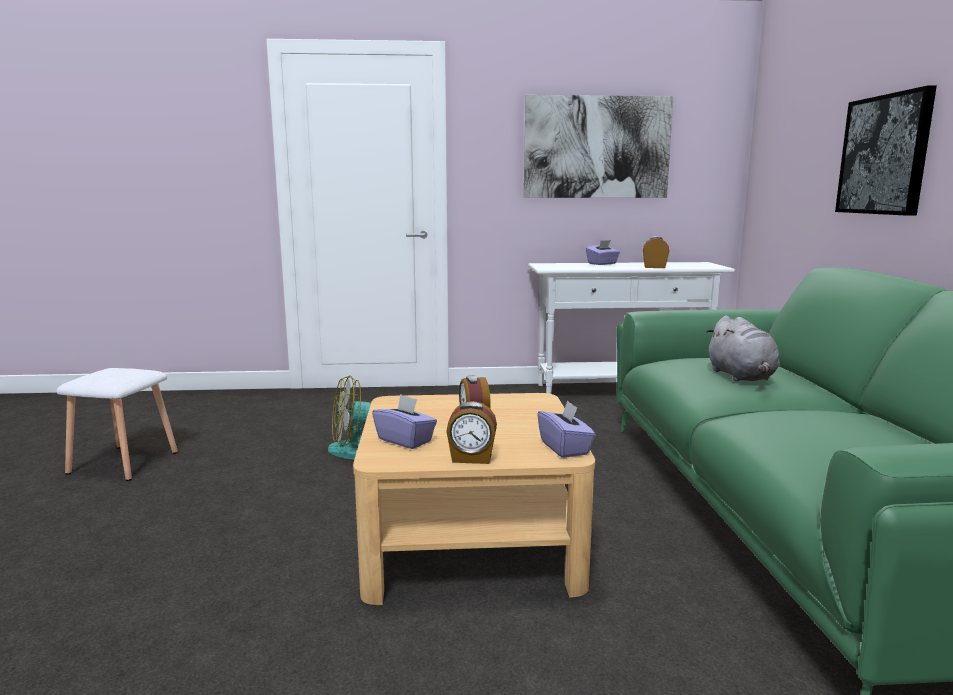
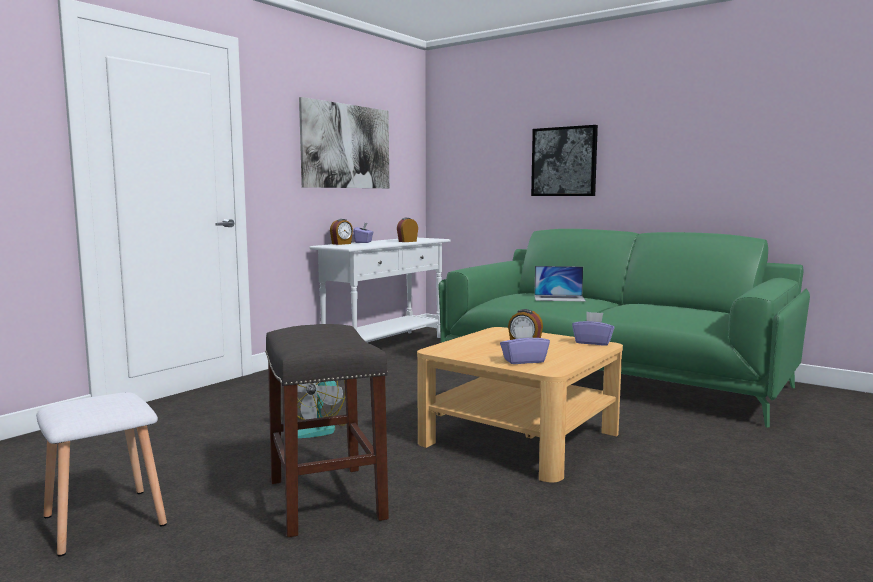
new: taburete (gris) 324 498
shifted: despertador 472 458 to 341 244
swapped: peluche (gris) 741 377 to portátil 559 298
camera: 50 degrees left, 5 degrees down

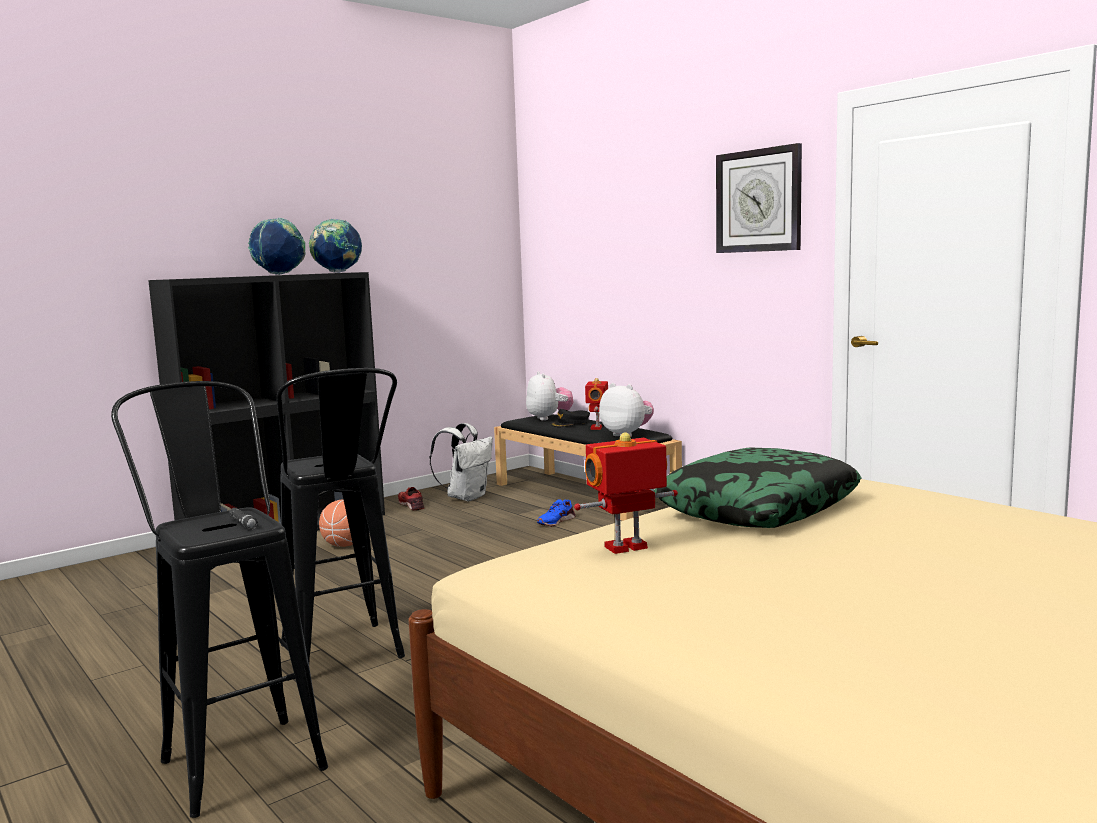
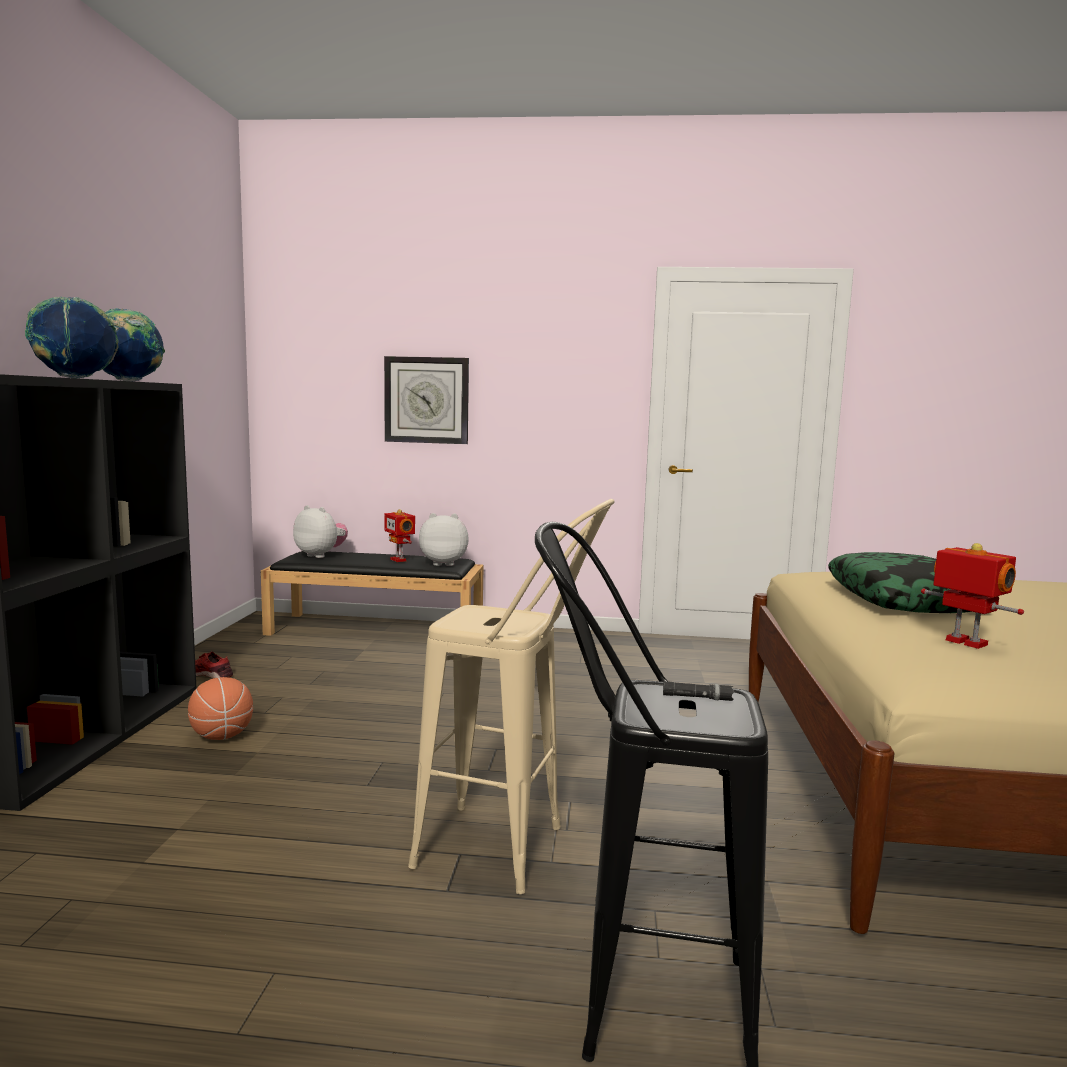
gone: mochila (blanco) 466 497; zapato (azul) 556 521; gorra (negro) 570 423
shifted: reloj de pared 758 201 to 426 400
repainted: taburete (negro) 347 659 to taburete (beis) 512 852
rotated: robot de juguete 627 548 = 965 643 120 degrees clockwise
camera: 45 degrees left, 0 degrees up

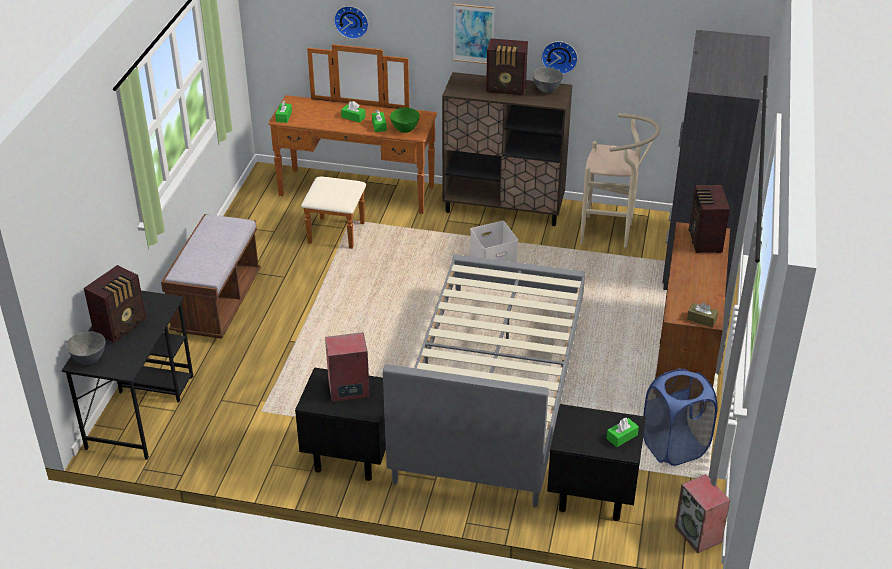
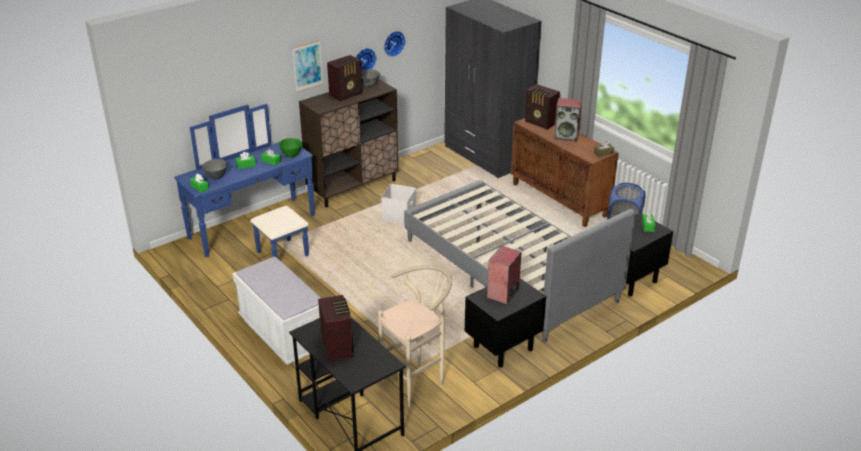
shifted: cuenco (gris) 89 360 to 216 177; reloj de pared 351 21 to 393 43; taburete (beis) 612 233 to 418 381; altavoz 699 534 to 566 136
repainted: banco (marrón) 217 304 to banco (blanco) 282 334; cómoda (marrón) 353 200 to cómoda (azul) 259 232
camera: 50 degrees left, 5 degrees down

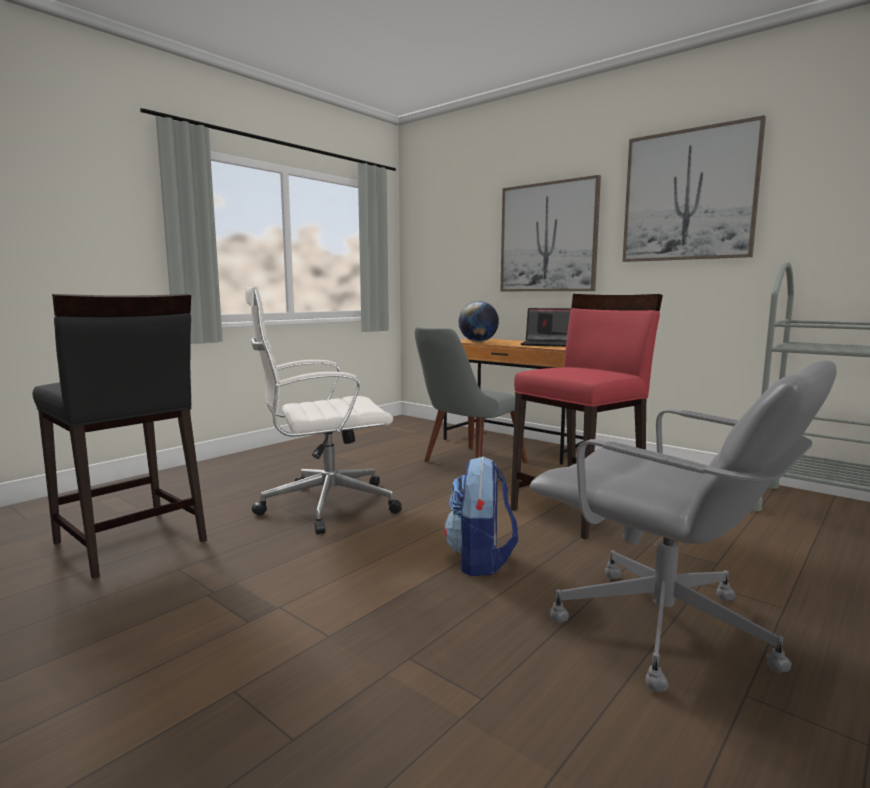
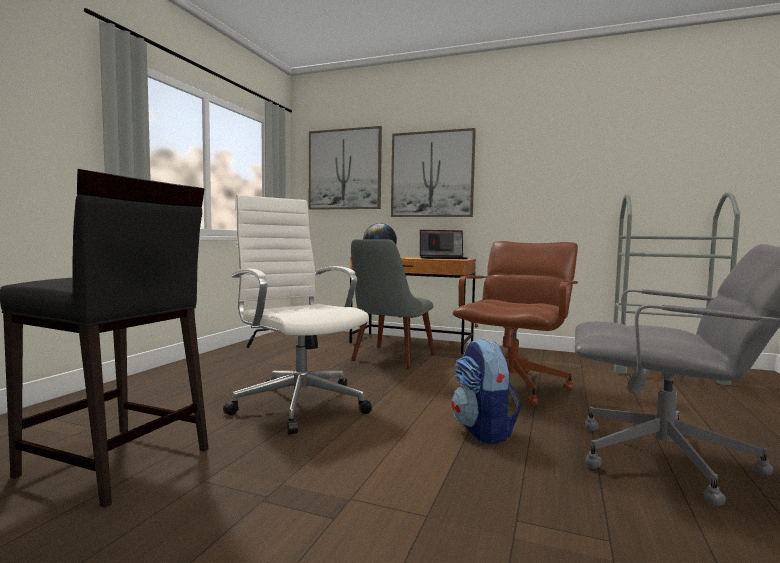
shifted: cuadro 689 195 to 344 169
swapped: taburete (rojo) 579 511 to silla de oficina (marrón) 513 386
rotated: silla de oficina (blanco) 324 505 = 299 403 90 degrees clockwise
camera: 20 degrees left, 5 degrees down

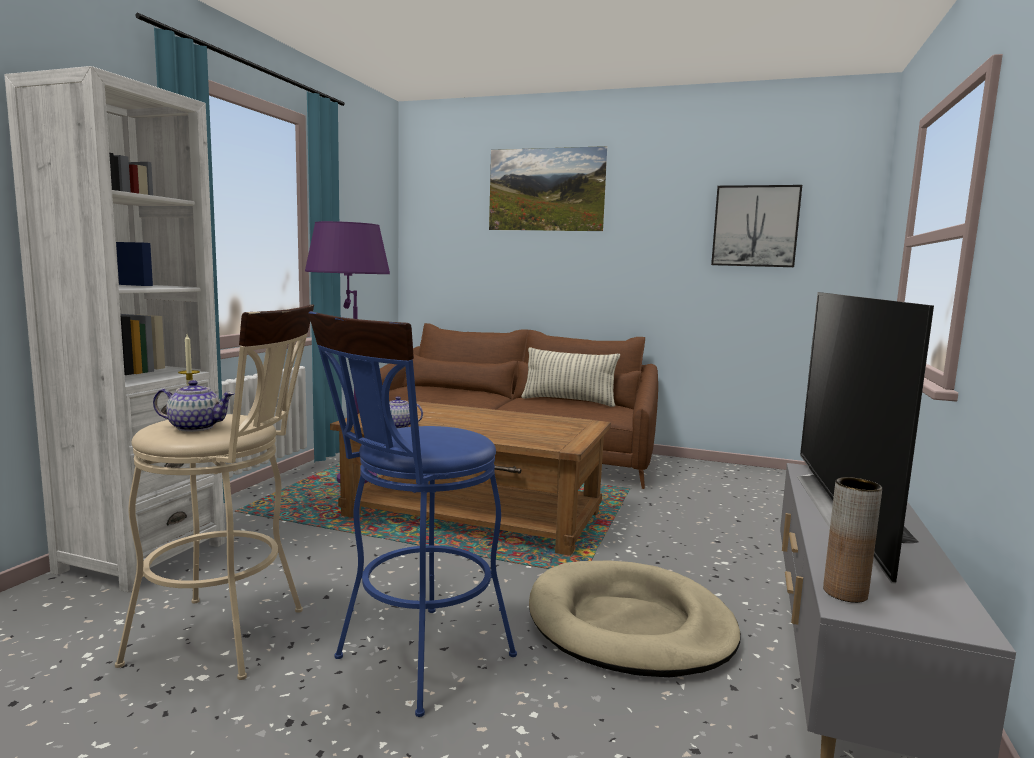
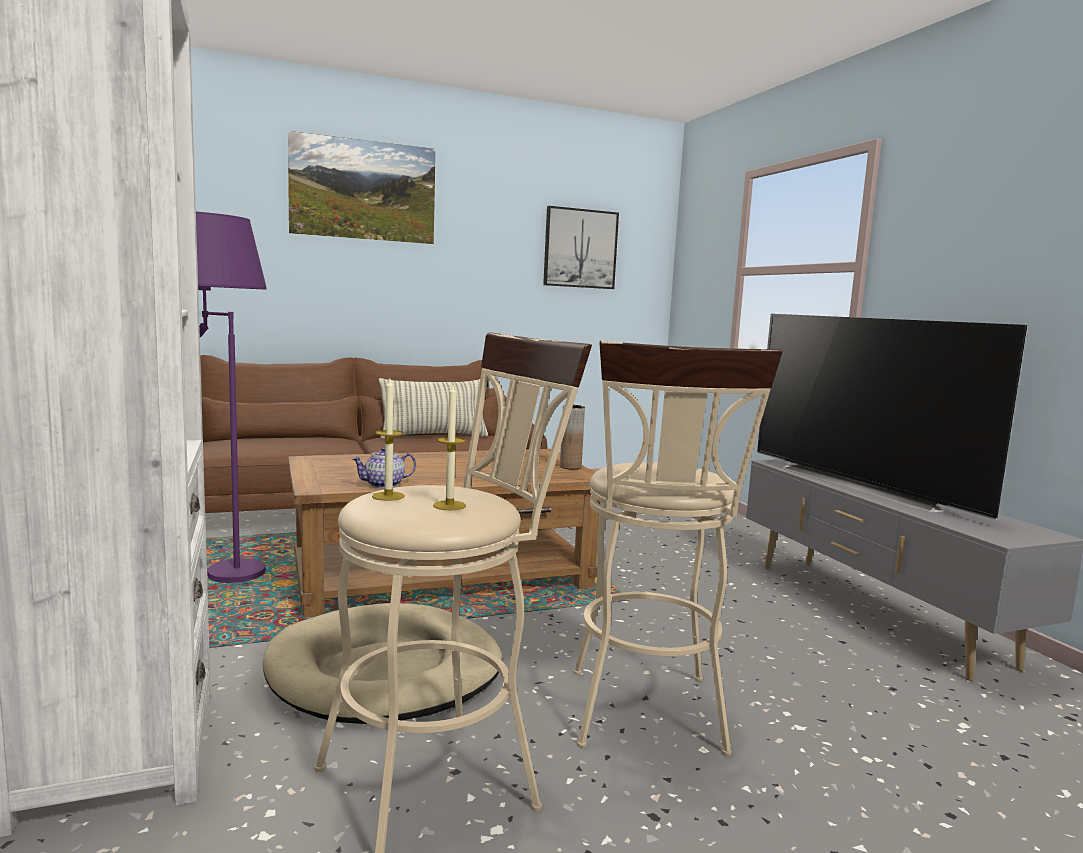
shifted: cama para perro (beis) 629 625 to 385 671; florero (marrón) 845 593 to 570 467
swapped: tetera 195 427 to vela 449 505
repainted: taburete (azul) 414 662 to taburete (beis) 647 719
camera: 40 degrees left, 0 degrees up

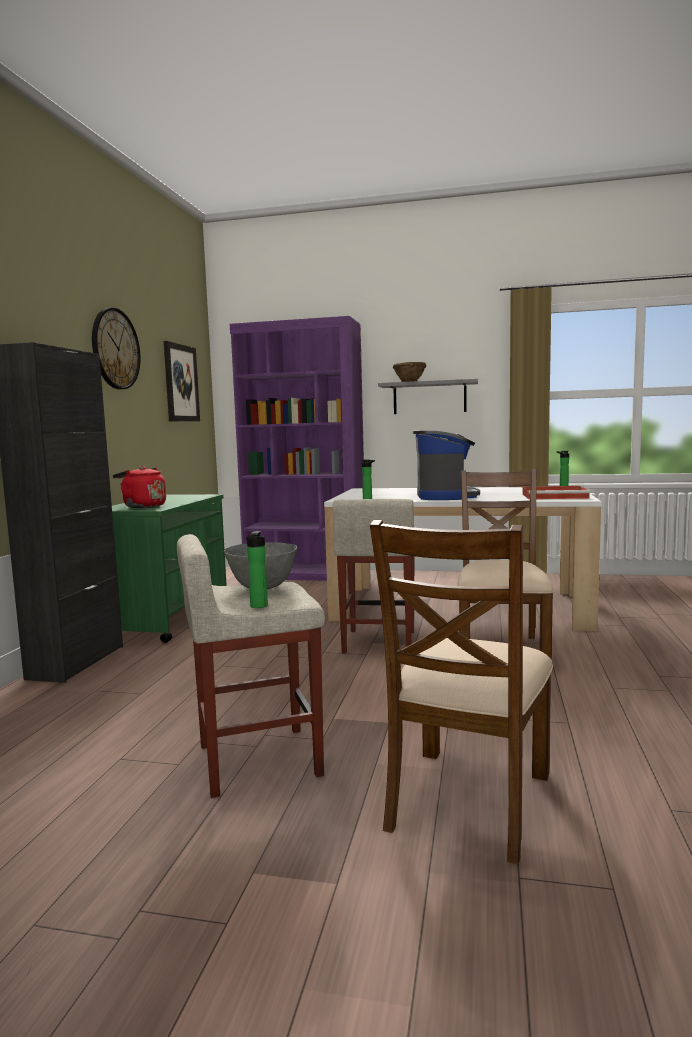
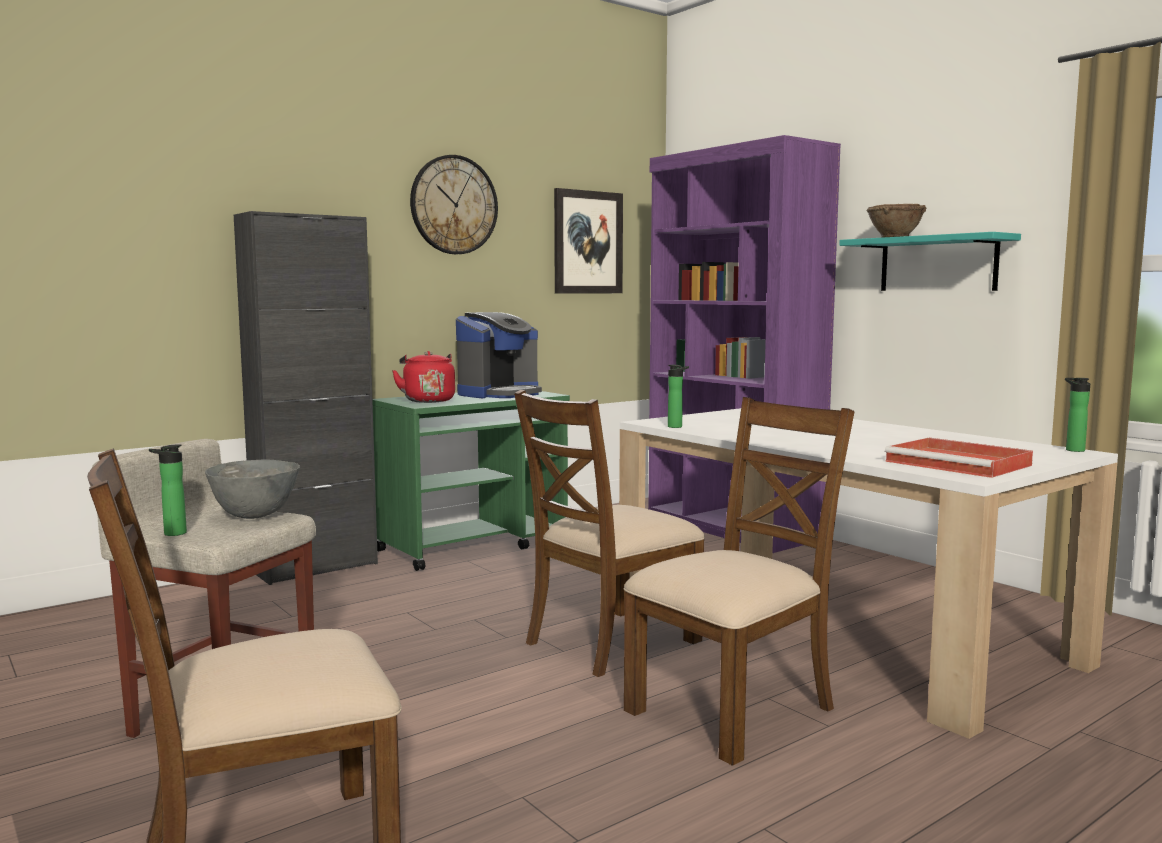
shifted: cafetera 445 496 to 500 394
swapped: taburete (beis) 379 642 to silla (marrón) 610 641
repainted: estante (gris) 429 397 to estante (turquesa) 938 264
camera: 40 degrees right, 0 degrees up

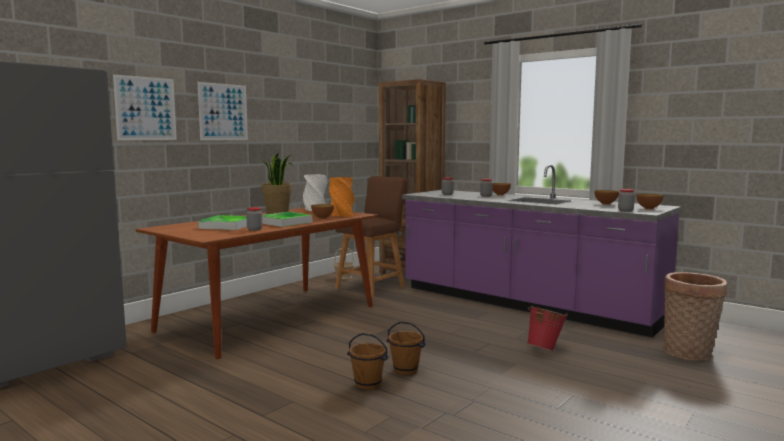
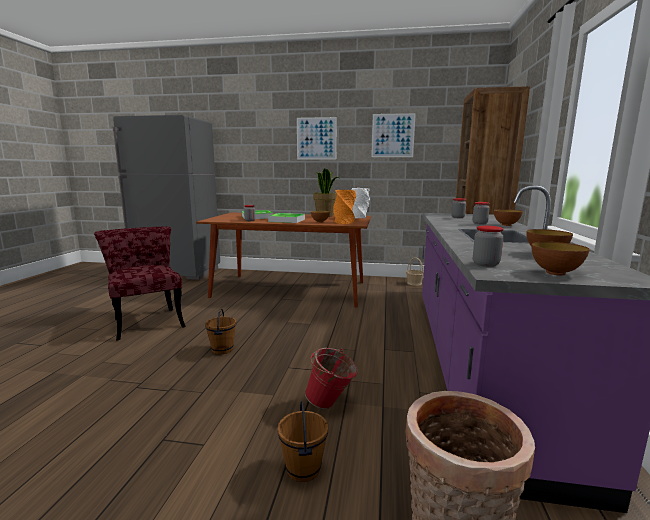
gone: taburete (marrón) 372 287
new: silla (rojo) 147 320
shifted: cuadro 146 108 to 393 135; cubo (marrón) 367 385 to 302 469
camera: 60 degrees right, 5 degrees up

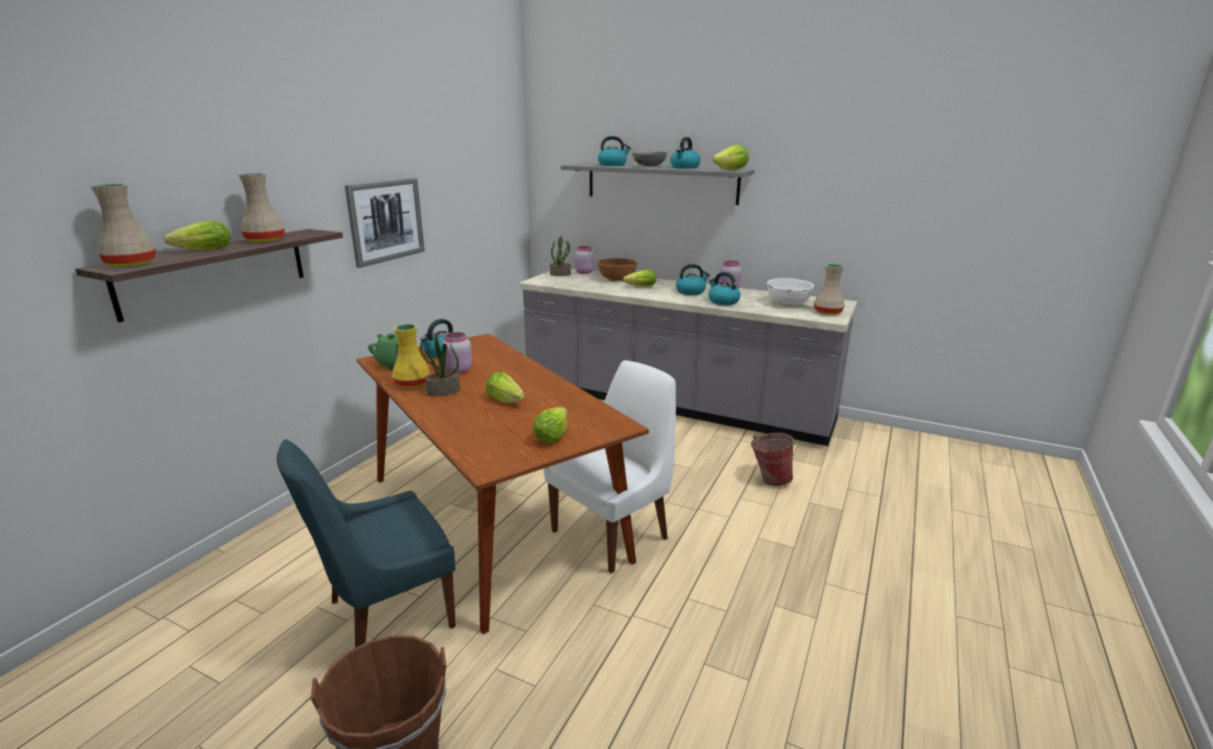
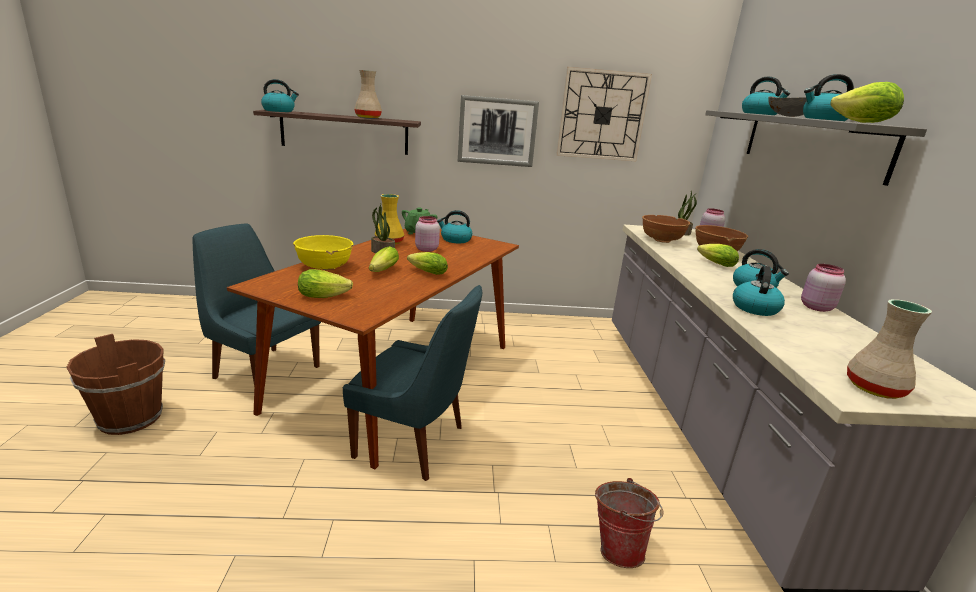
gone: cuenco (blanco) 788 304
new: cuenco (amarillo) 325 267; reloj de pared 602 115; cuenco (marrón) 661 240
shifted: lechuga 200 251 to 426 272
swapped: florero (beis) 129 264 to hervidor 279 111
repainted: silla (blanco) 613 533 to silla (azul) 414 443
camera: 60 degrees right, 0 degrees up

